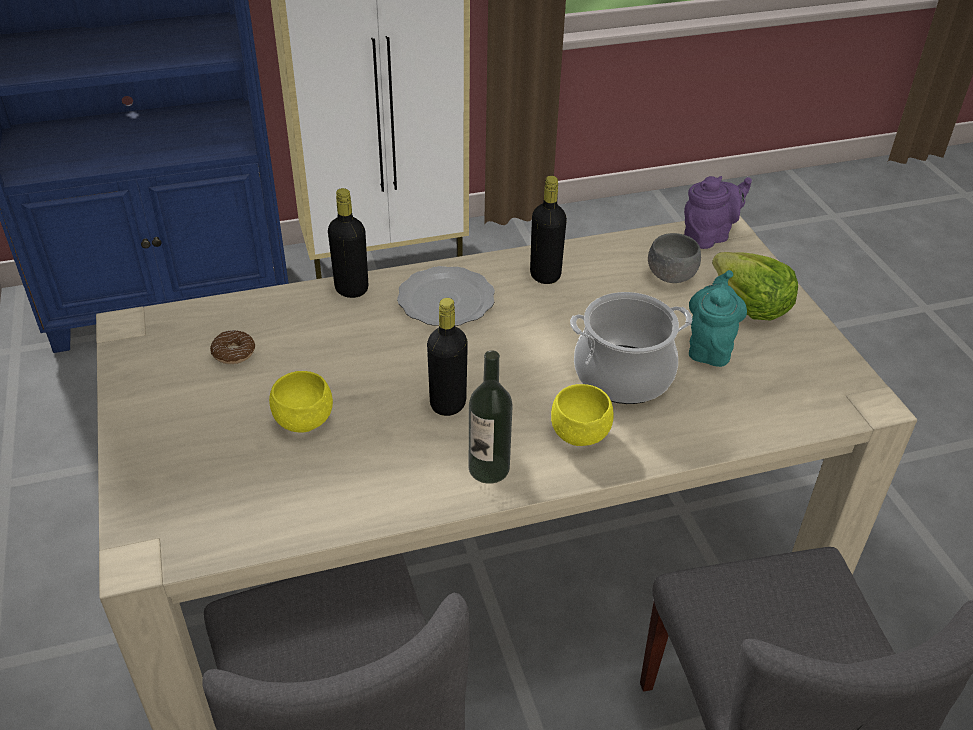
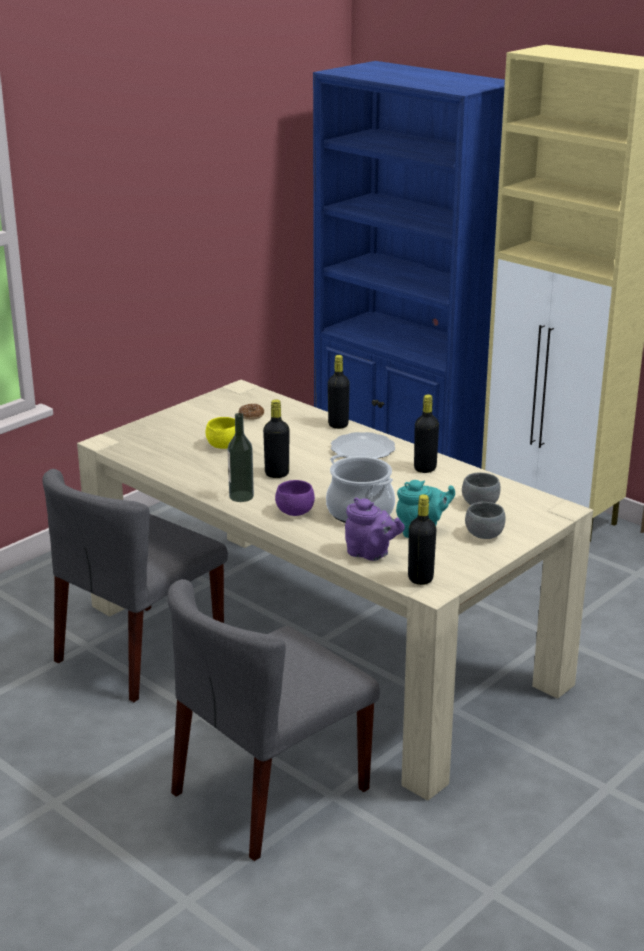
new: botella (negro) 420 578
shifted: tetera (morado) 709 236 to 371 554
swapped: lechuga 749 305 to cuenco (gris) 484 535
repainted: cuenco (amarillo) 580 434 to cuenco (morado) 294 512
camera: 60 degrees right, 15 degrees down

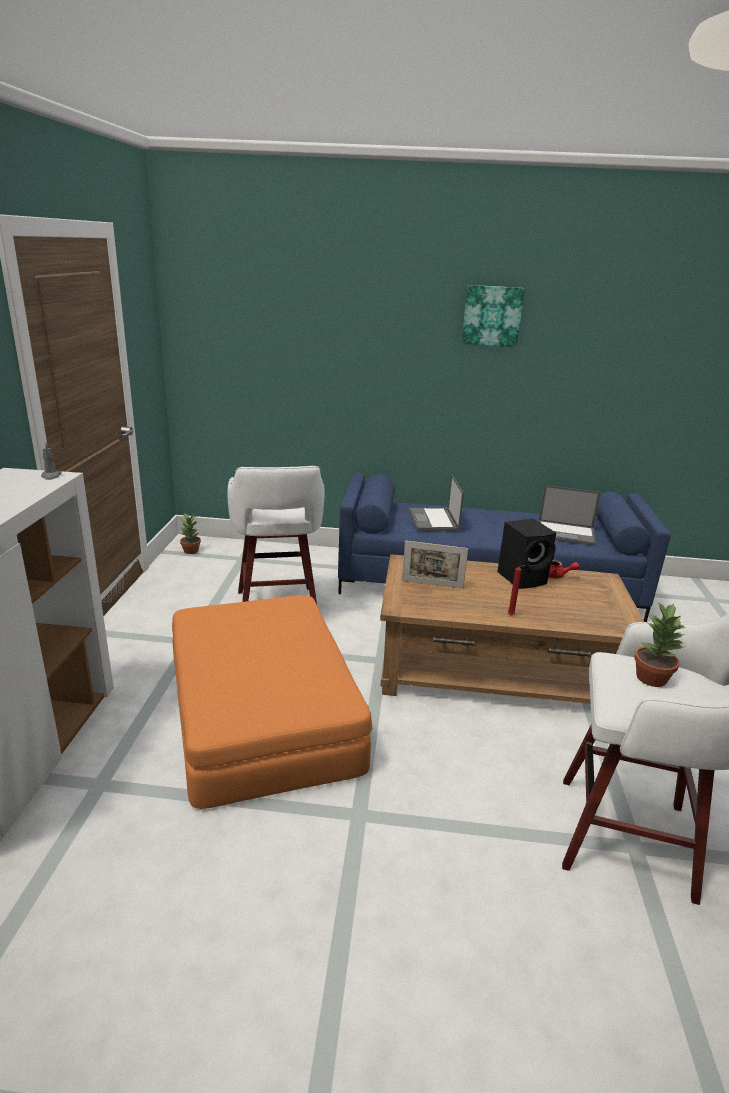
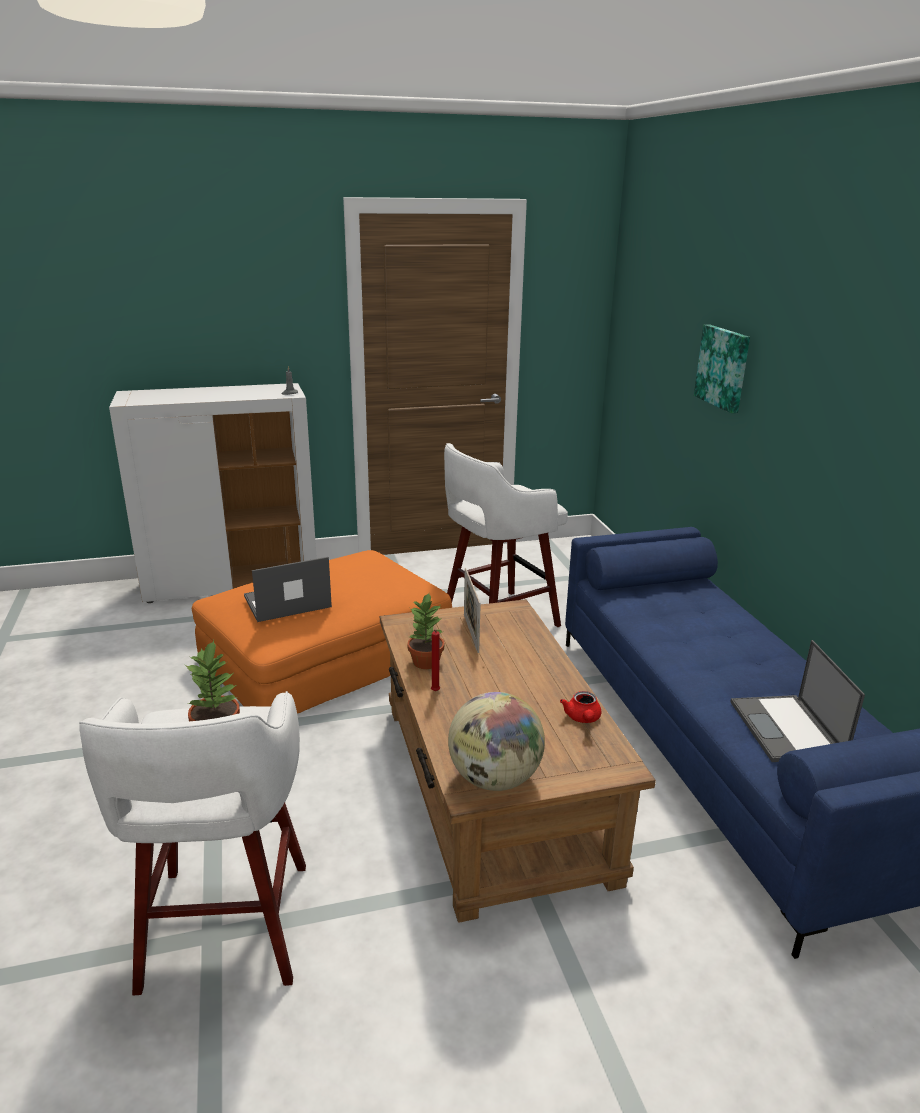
gone: altavoz (negro) 523 578
new: globo terráqueo 494 779
shifted: planta en maceta 191 551 to 425 662; portátil 433 520 to 286 602; cuadro 492 316 to 724 367
camera: 70 degrees right, 0 degrees up

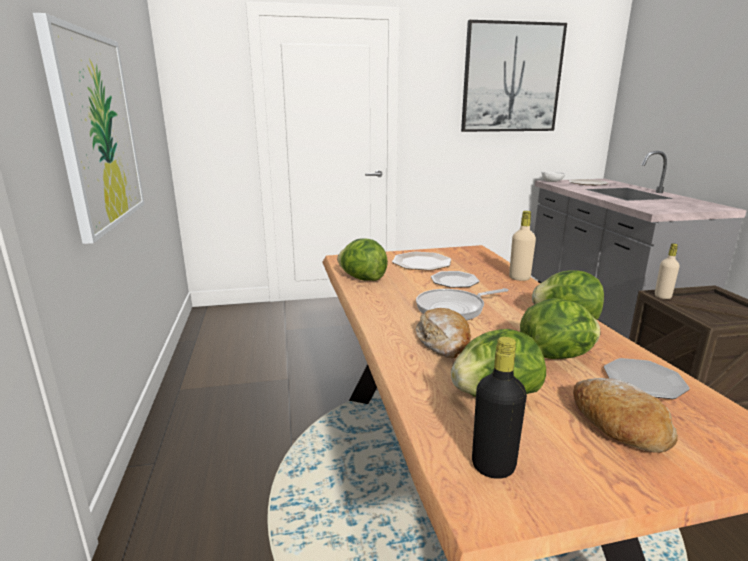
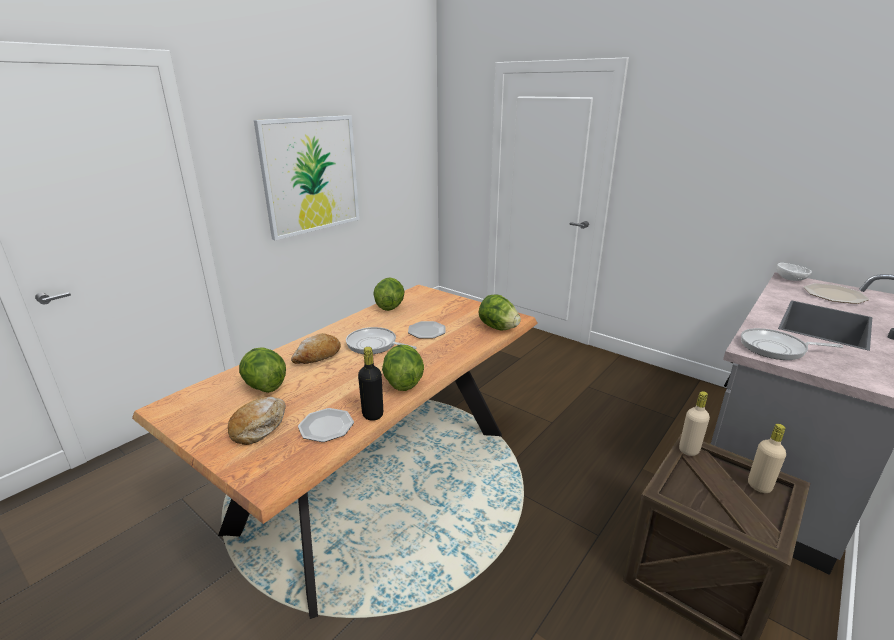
gone: plato 421 262; cuadro 511 78
new: sartén 776 348
shifted: botella (negro) 493 466 to 372 414; botella (beis) 519 278 to 759 486; lechuga 557 355 to 498 328
camera: 50 degrees right, 5 degrees up

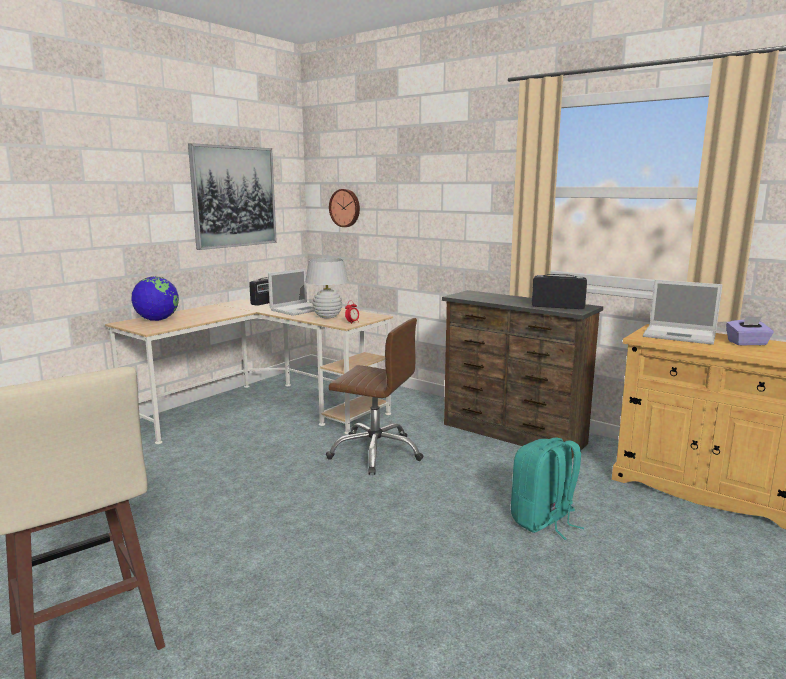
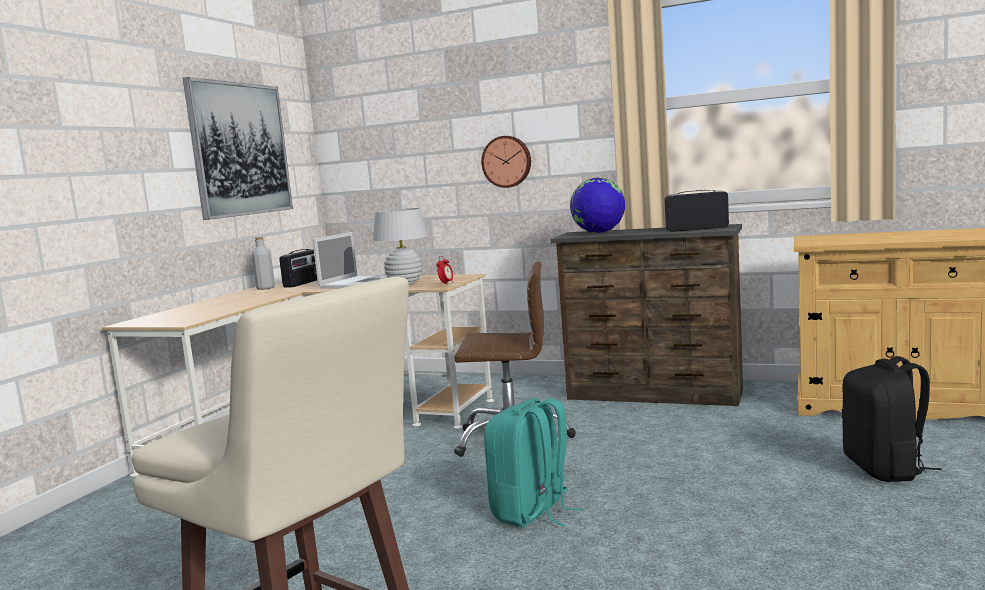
gone: portátil 681 335; caja de pañuelos (morado) 747 343
new: botella (gris) 265 288; mochila (negro) 885 469
shifted: globo terráqueo 157 320 to 598 232; reloj de pared 345 208 to 507 161; mochila (turquesa) 543 521 to 532 513
camera: 15 degrees left, 5 degrees down

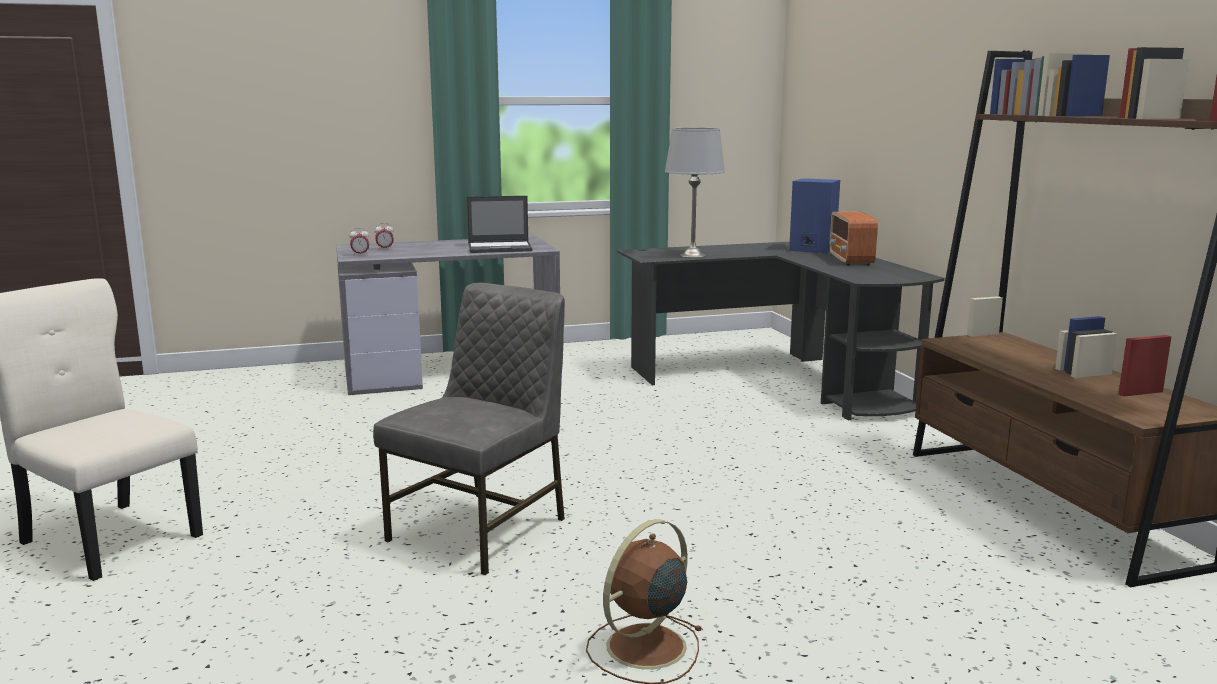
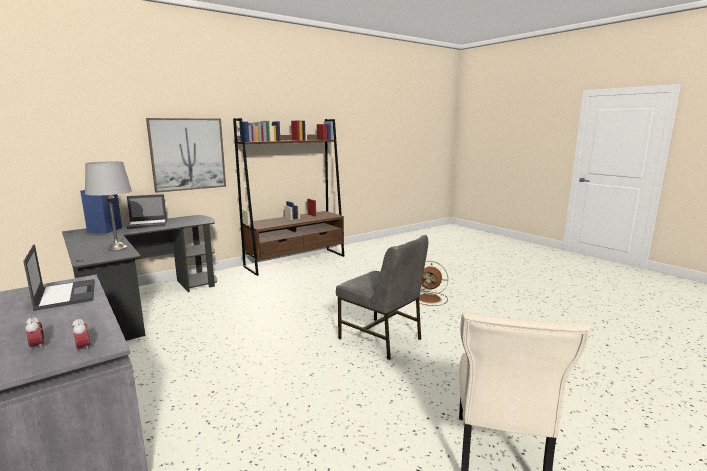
new: cuadro 188 154
swapped: radio 851 260 to portátil 148 224
rotated: silla (gris) 482 529 = 381 339 150 degrees counterclockwise
camera: 110 degrees left, 0 degrees up

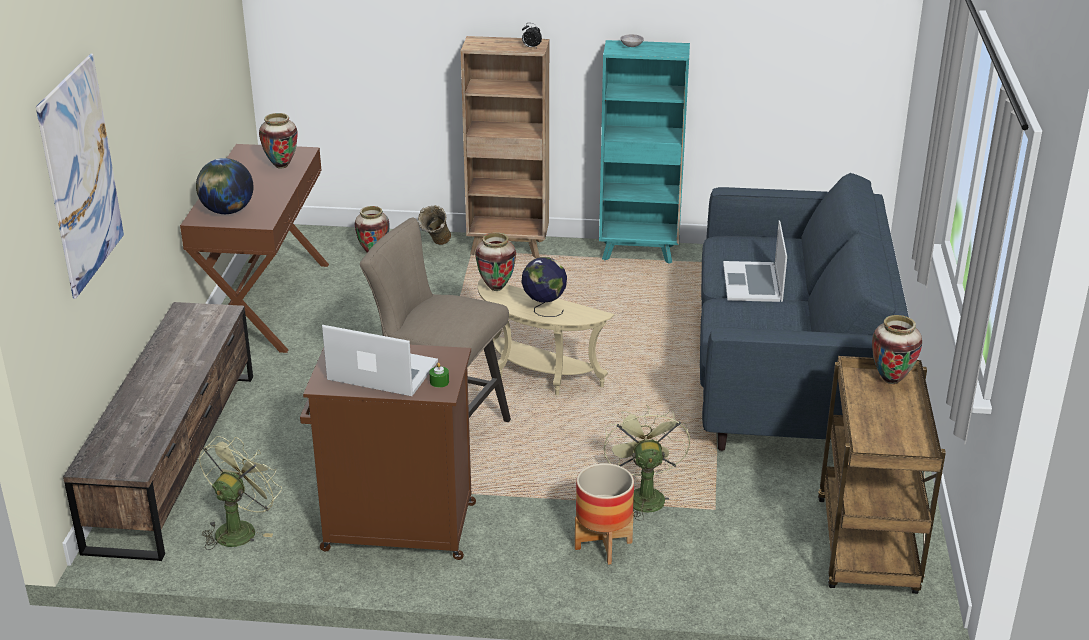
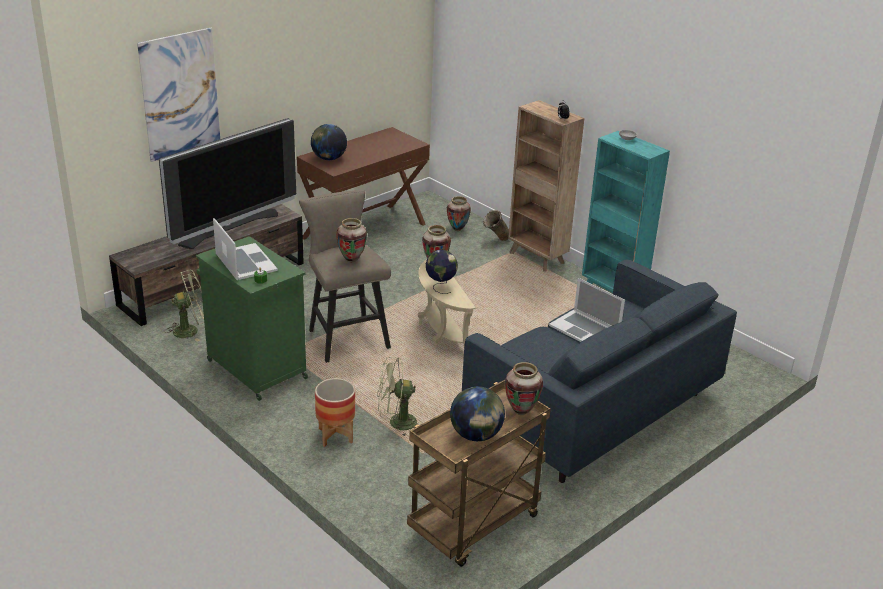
new: televisor 230 228; globo terráqueo 476 435
shifted: florero 281 166 to 351 260
repainted: armario (marrón) 395 527 to armario (verde) 255 368
rotated: ventilador (verde) 643 495 = 396 424 135 degrees counterclockwise; portátil 753 282 = 585 329 90 degrees counterclockwise
camera: 40 degrees right, 0 degrees up

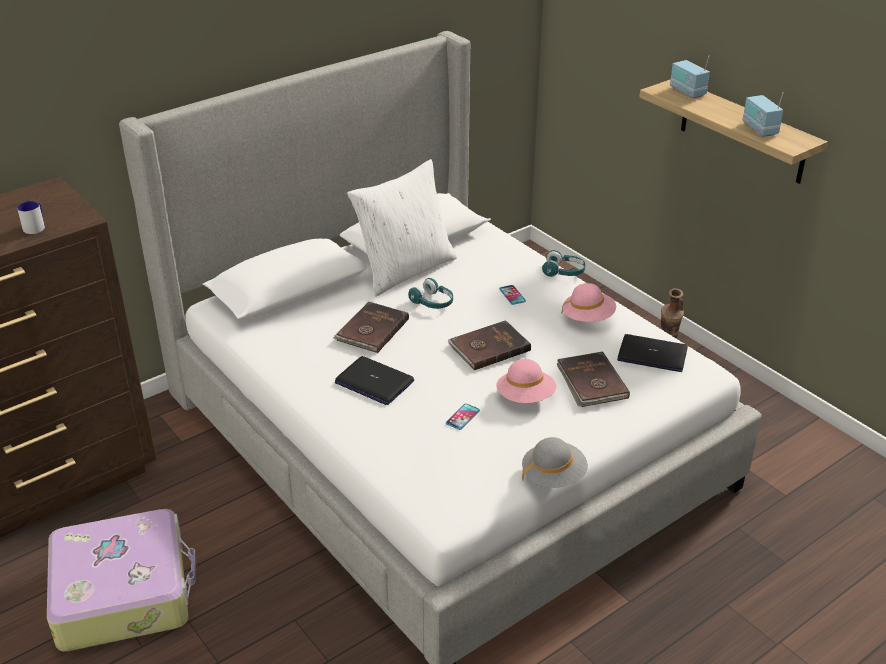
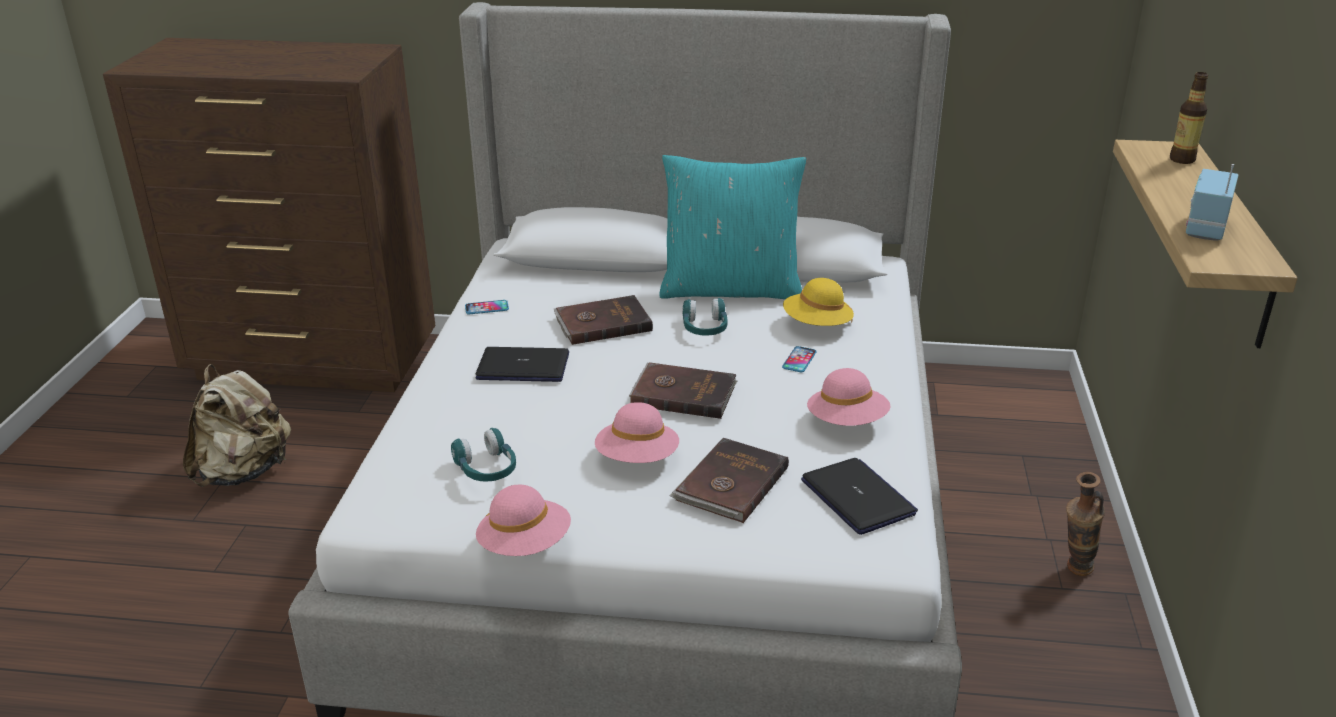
gone: taza grande 36 226
new: sombrero (amarillo) 817 325
shifted: móvil 463 417 to 487 308; auriculares (turquesa) 563 272 to 486 469
swapped: maleta 124 592 to mochila (beis) 244 472; radio 687 92 to botella 1182 160
repainted: cojín (blanco) 405 270 to cojín (turquesa) 731 289; sombrero (gris) 553 476 to sombrero (rosa) 525 545
rotated: portátil 374 382 = 523 366 105 degrees clockwise
camera: 45 degrees right, 5 degrees down

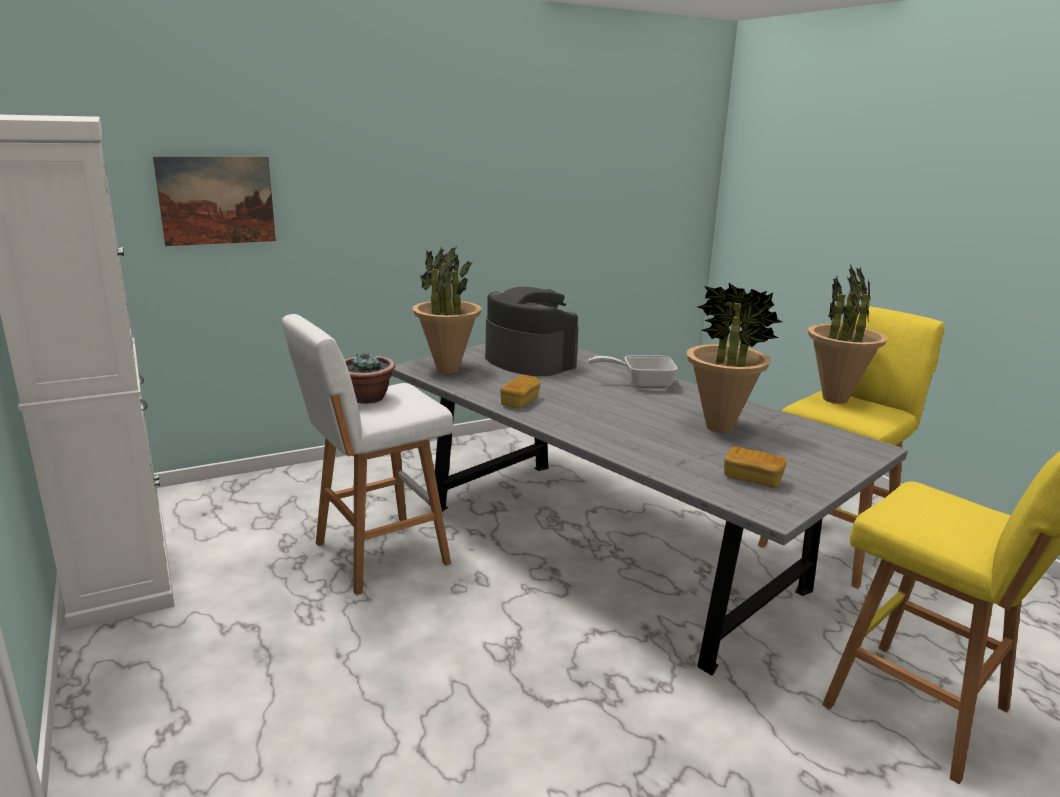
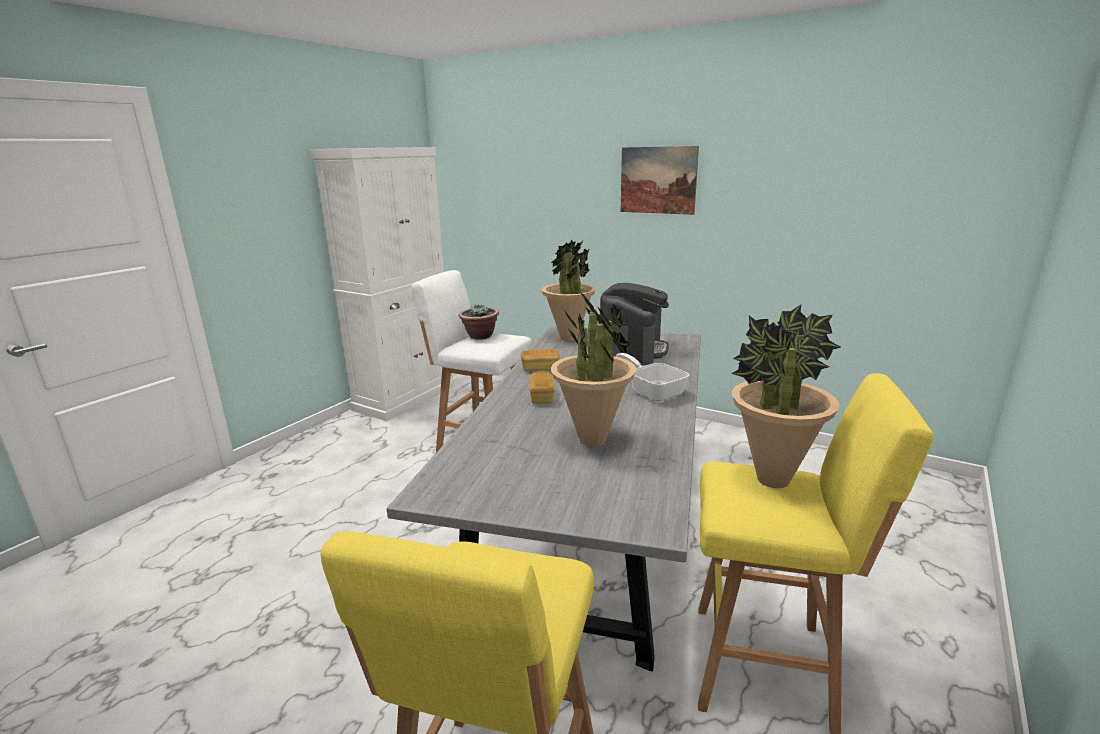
shifted: cuadro 217 200 to 658 180; pan 752 479 to 541 397
camera: 60 degrees right, 0 degrees up

